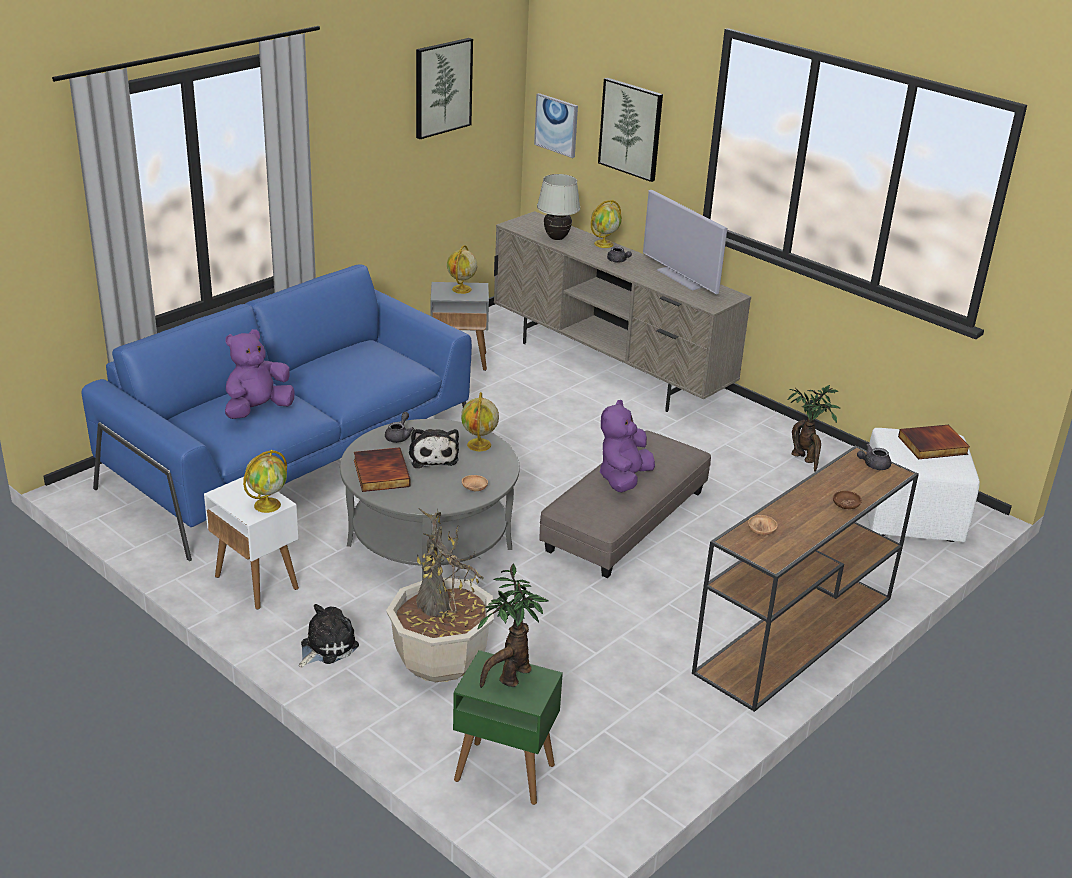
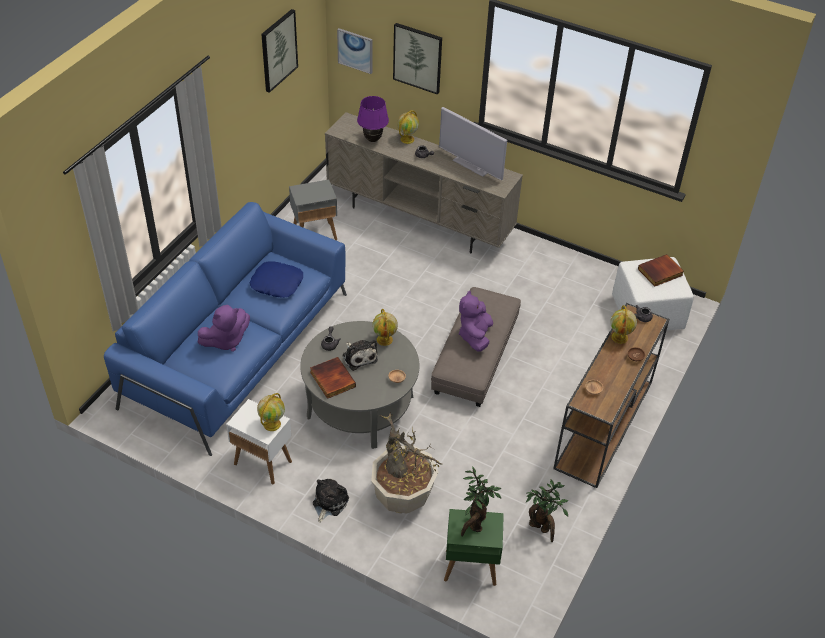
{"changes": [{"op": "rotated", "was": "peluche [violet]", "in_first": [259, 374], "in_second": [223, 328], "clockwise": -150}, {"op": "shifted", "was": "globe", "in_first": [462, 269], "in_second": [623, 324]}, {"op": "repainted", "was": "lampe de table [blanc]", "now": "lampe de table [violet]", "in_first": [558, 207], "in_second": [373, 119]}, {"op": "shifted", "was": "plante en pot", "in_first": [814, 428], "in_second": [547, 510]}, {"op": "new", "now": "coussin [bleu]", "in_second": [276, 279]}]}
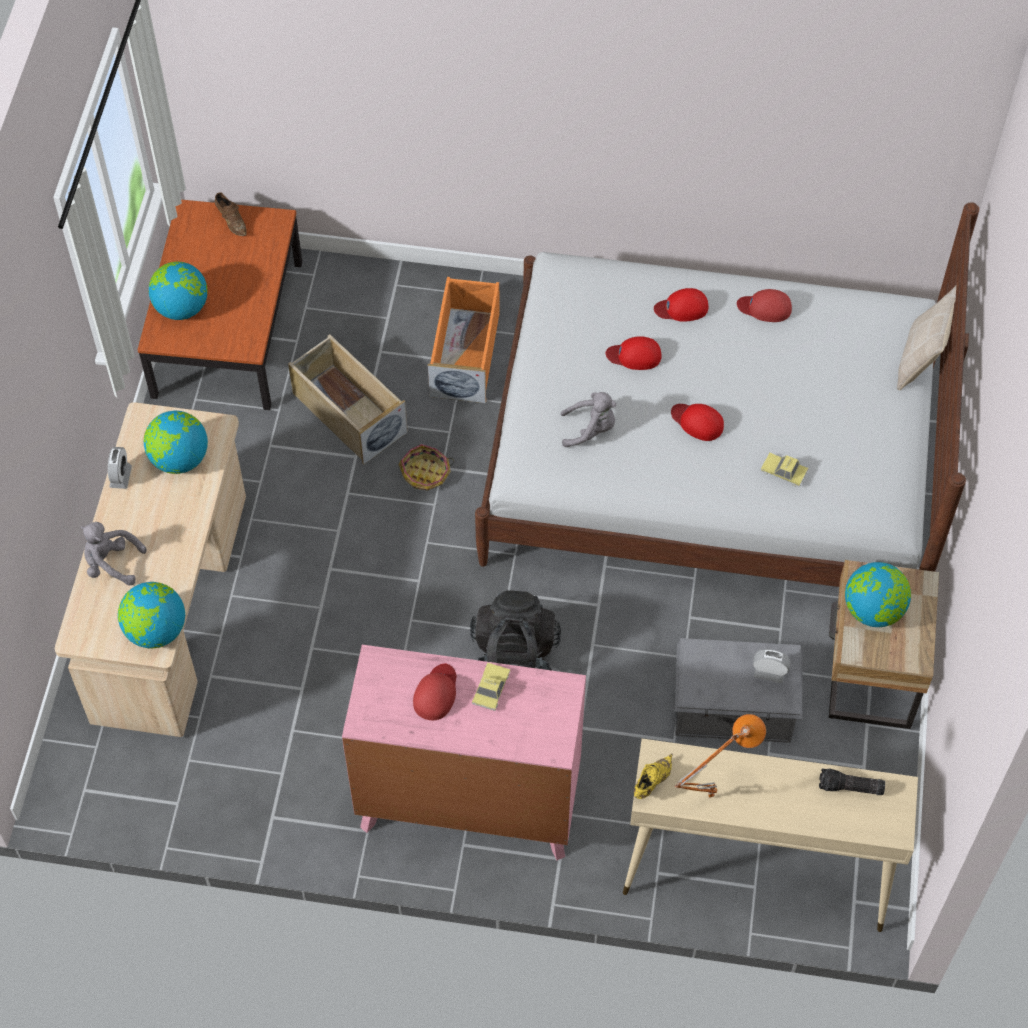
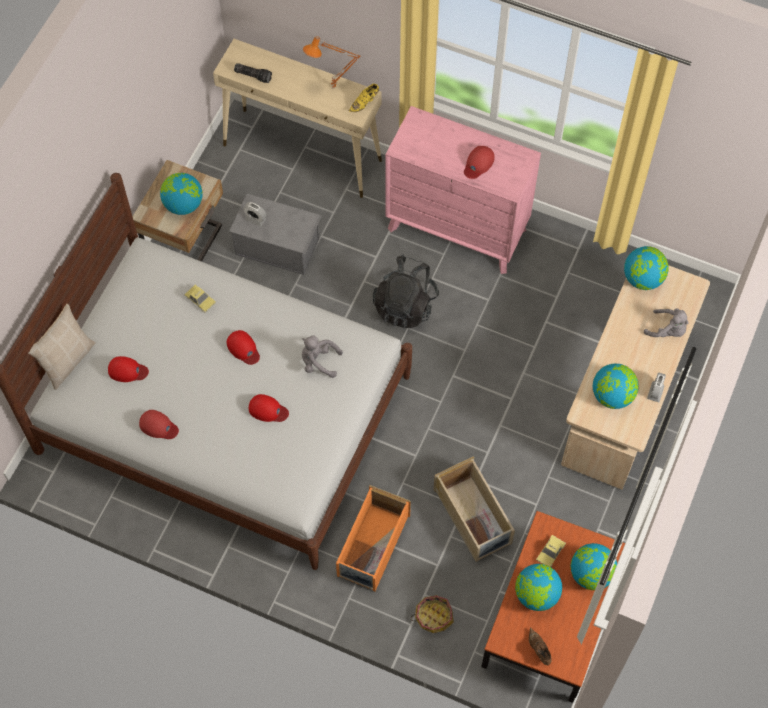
{"changes": [{"op": "shifted", "was": "panier", "in_first": [426, 467], "in_second": [432, 614]}, {"op": "shifted", "was": "petite voiture", "in_first": [491, 686], "in_second": [551, 551]}, {"op": "shifted", "was": "casquette [rouge]", "in_first": [681, 305], "in_second": [128, 369]}, {"op": "new", "now": "globe", "in_second": [538, 587]}]}
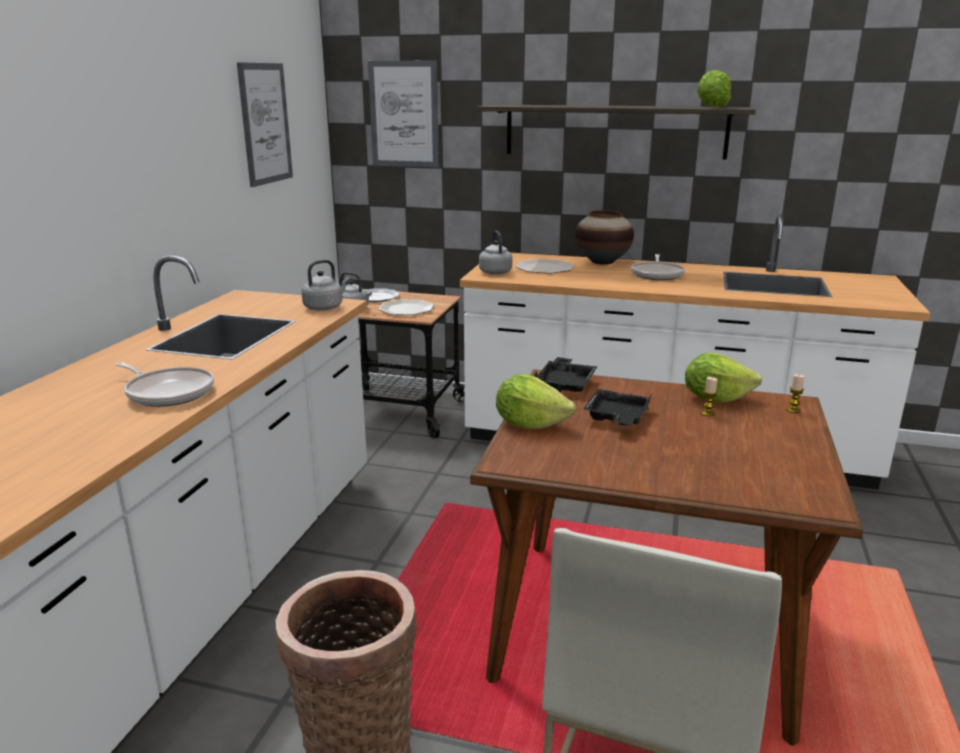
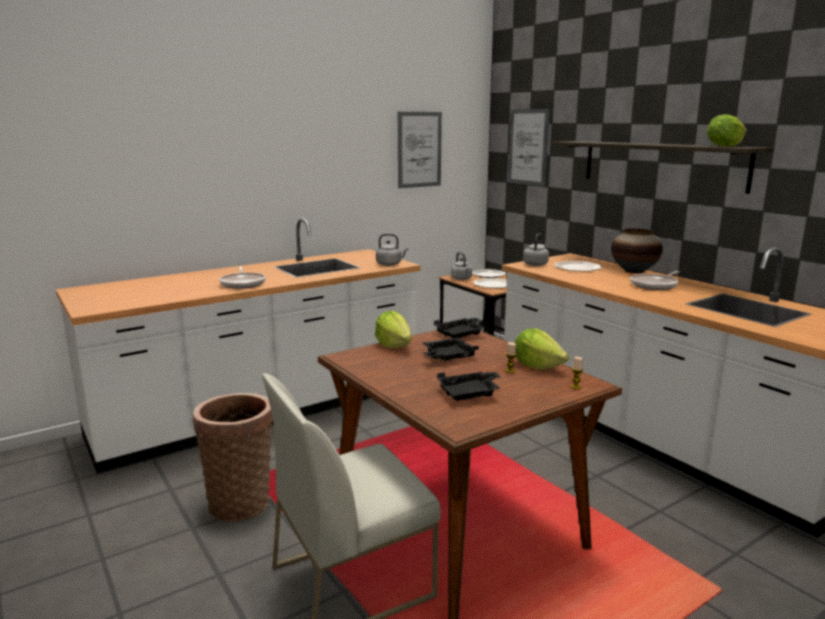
{"changes": [{"op": "new", "now": "plateau [noir]", "in_second": [468, 386]}]}
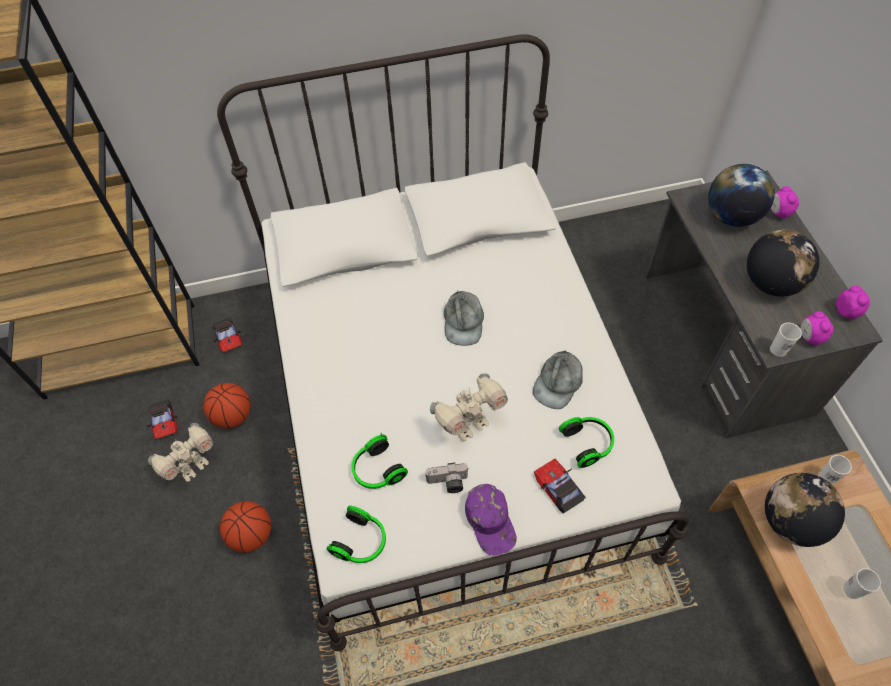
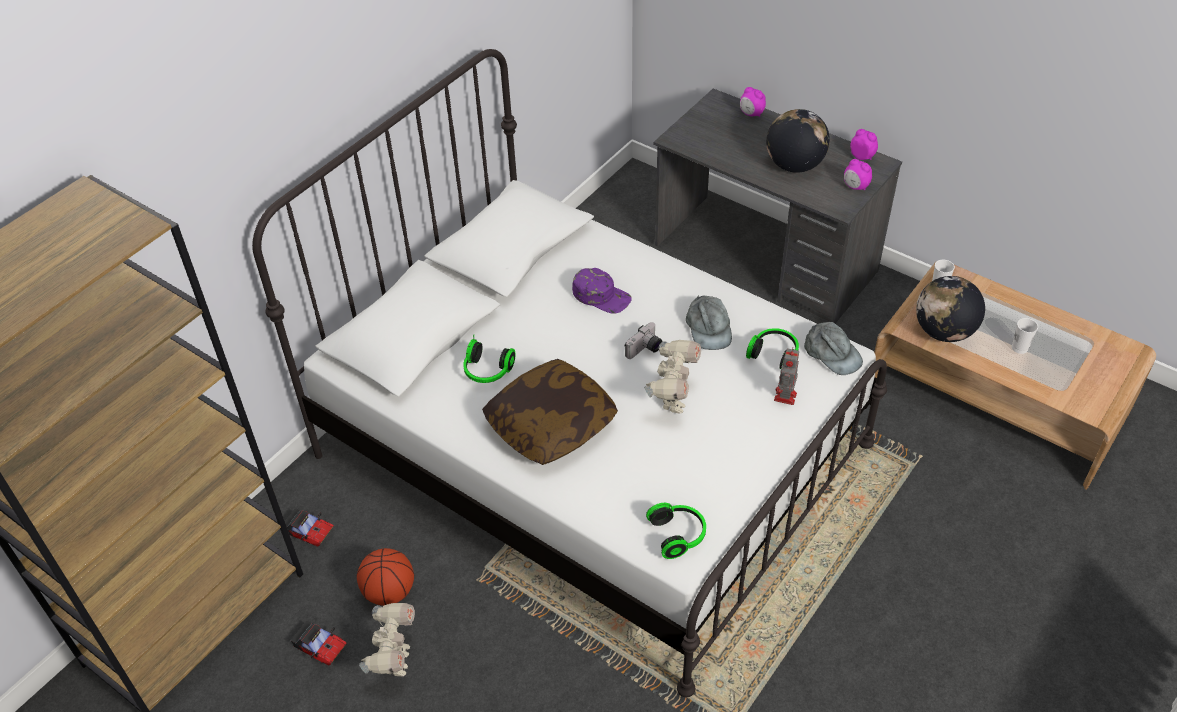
{"changes": [{"op": "gone", "was": "ballon de basket", "in_first": [245, 527]}, {"op": "shifted", "was": "casque audio", "in_first": [379, 461], "in_second": [489, 358]}, {"op": "shifted", "was": "appareil photo", "in_first": [447, 478], "in_second": [644, 340]}, {"op": "shifted", "was": "casquette [gris]", "in_first": [464, 318], "in_second": [833, 348]}, {"op": "shifted", "was": "casquette [violet]", "in_first": [491, 519], "in_second": [602, 291]}, {"op": "swapped", "was": "petite voiture", "now": "robot jouet", "in_first": [560, 486], "in_second": [786, 376]}, {"op": "gone", "was": "globe", "in_first": [741, 195]}, {"op": "gone", "was": "tasse [blanc]", "in_first": [786, 340]}, {"op": "new", "now": "coussin", "in_second": [550, 412]}]}
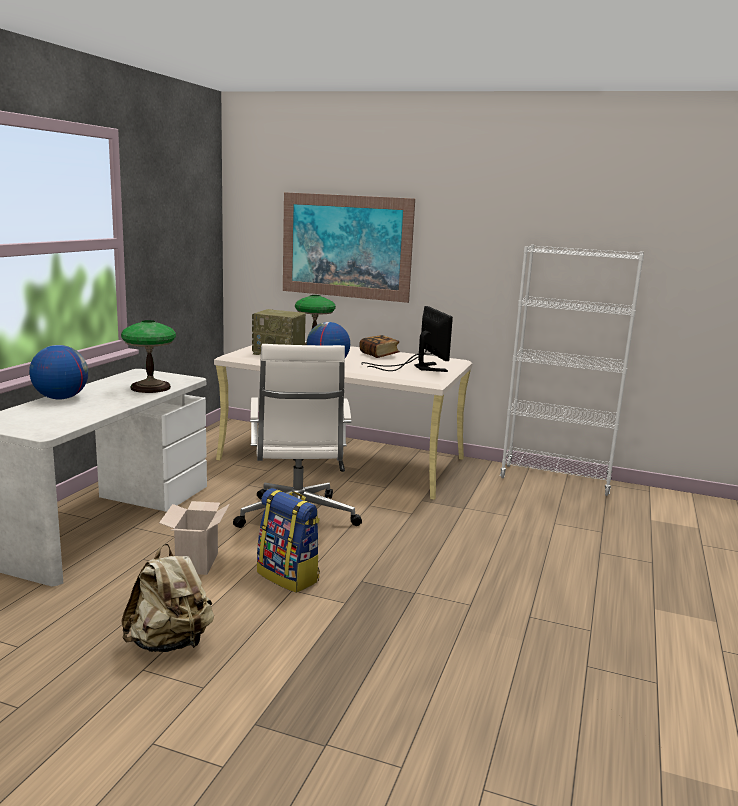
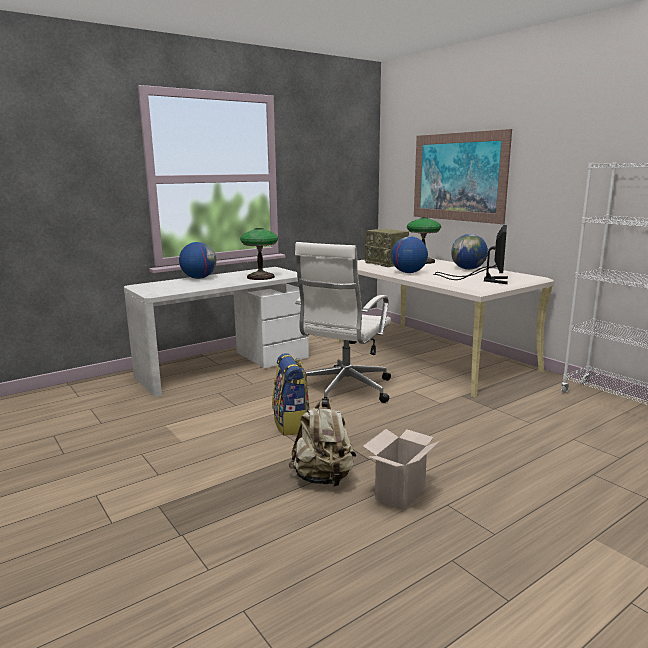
{"changes": [{"op": "shifted", "was": "sac à dos [beige]", "in_first": [167, 598], "in_second": [322, 442]}, {"op": "shifted", "was": "carton", "in_first": [194, 538], "in_second": [401, 470]}, {"op": "swapped", "was": "livre", "now": "globe", "in_first": [379, 346], "in_second": [469, 252]}]}
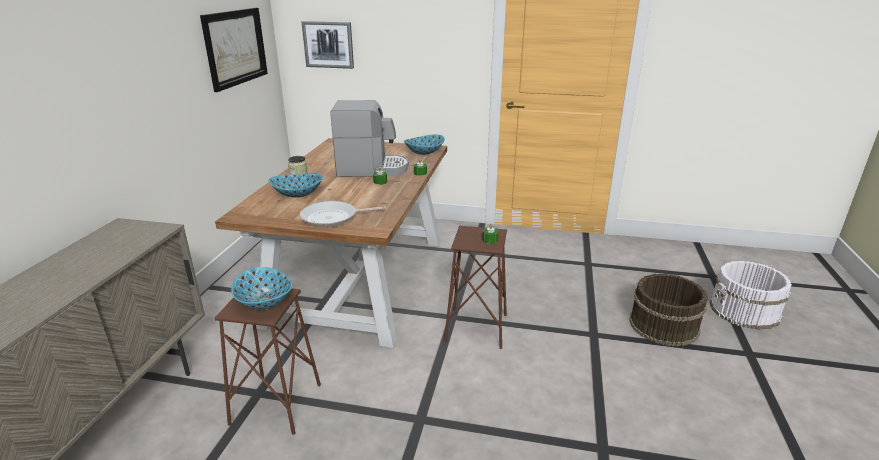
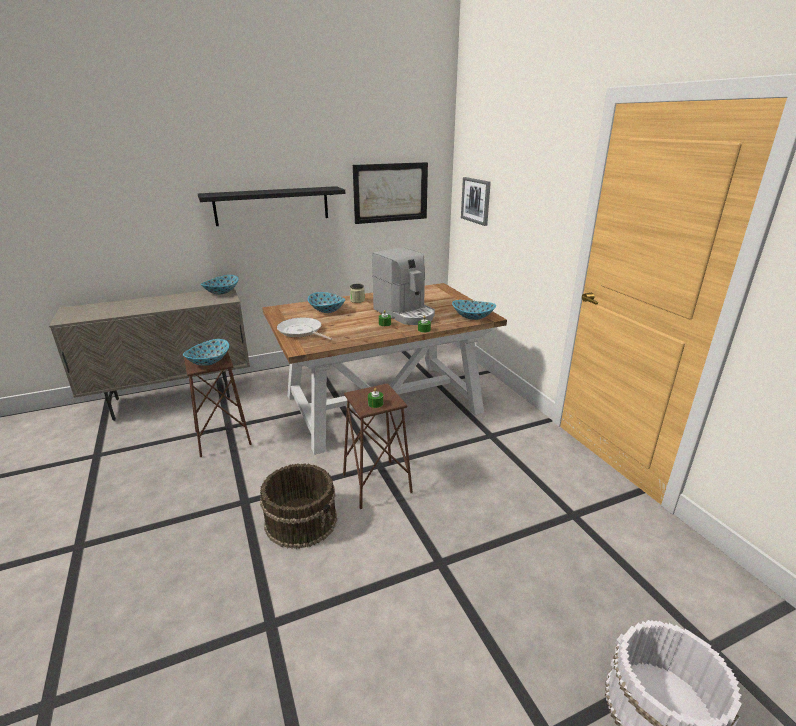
{"changes": [{"op": "shifted", "was": "seau [marron]", "in_first": [668, 309], "in_second": [298, 506]}, {"op": "new", "now": "étagère [noir]", "in_second": [271, 206]}, {"op": "new", "now": "bol", "in_second": [220, 285]}]}
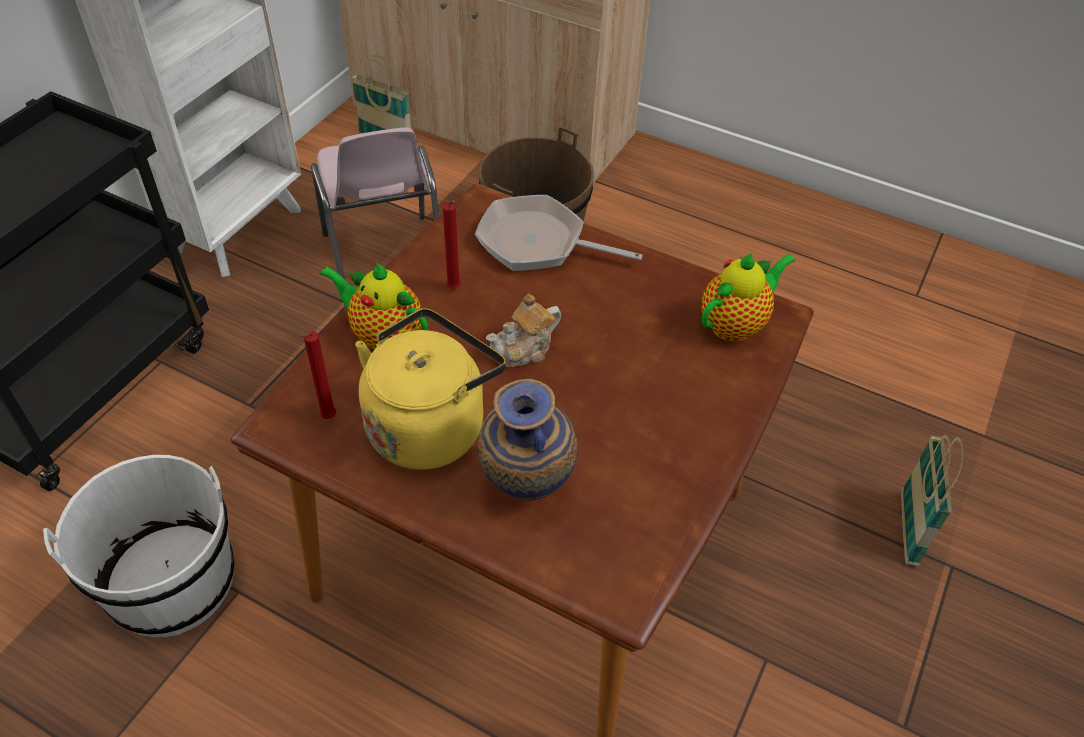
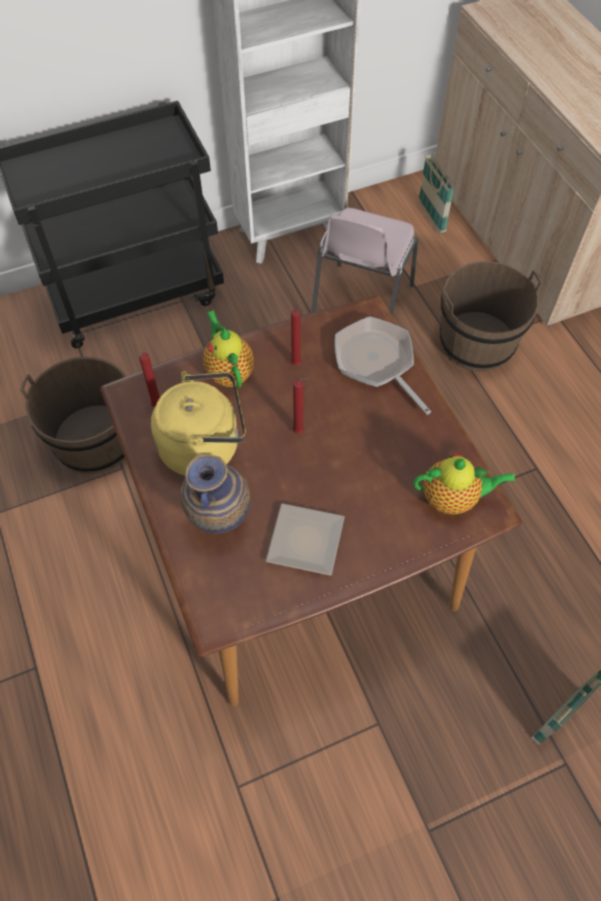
{"changes": [{"op": "repainted", "was": "seau [blanc]", "now": "seau [marron]", "in_first": [138, 546], "in_second": [73, 415]}, {"op": "swapped", "was": "théière", "now": "bougie [rouge]", "in_first": [523, 331], "in_second": [301, 406]}, {"op": "new", "now": "assiette", "in_second": [305, 539]}]}
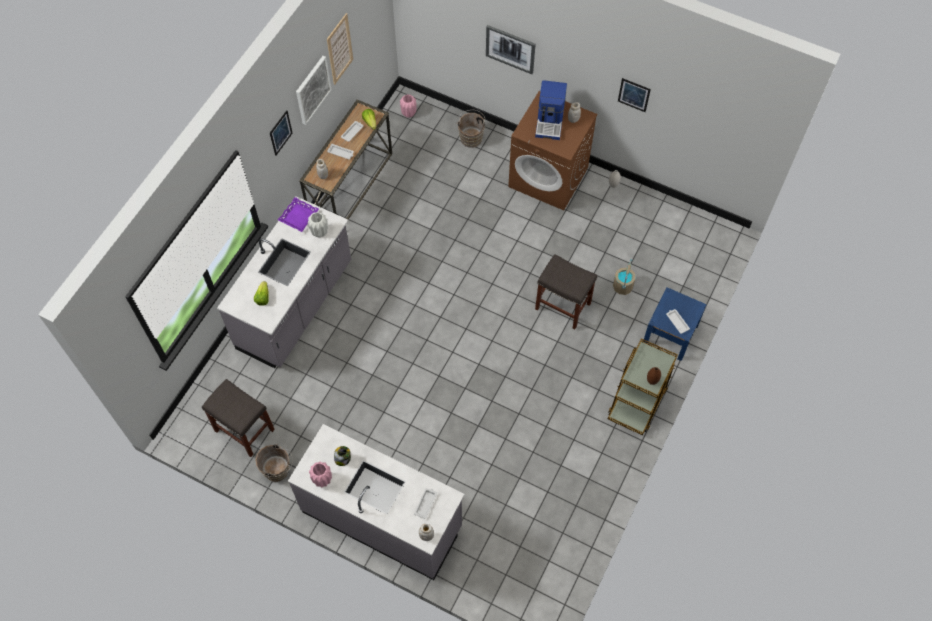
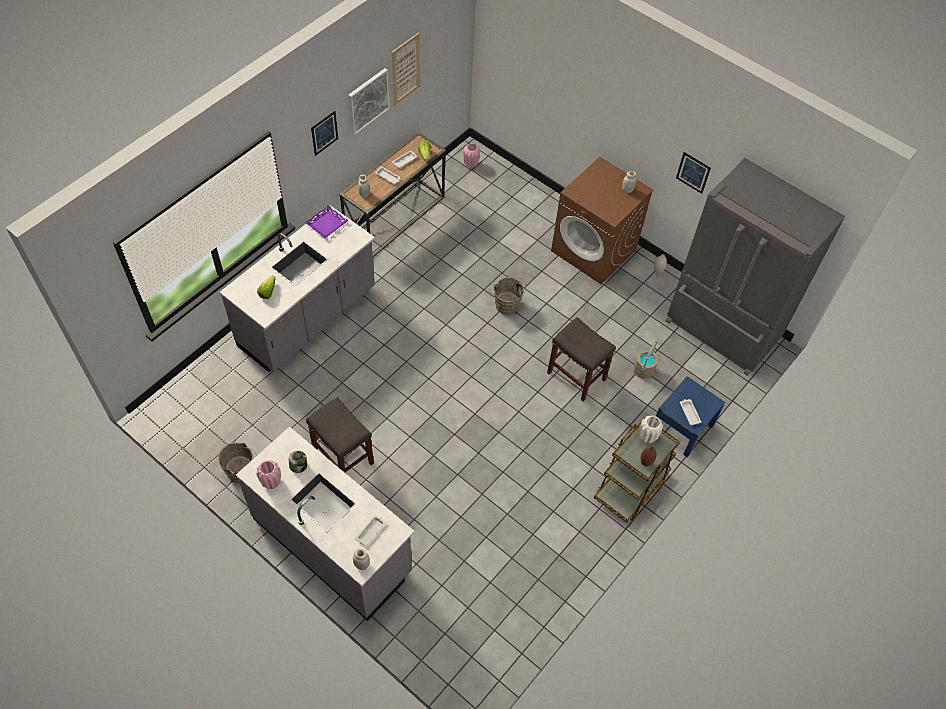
{"changes": [{"op": "shifted", "was": "tabouret [gris]", "in_first": [238, 418], "in_second": [340, 434]}, {"op": "shifted", "was": "vase [blanc]", "in_first": [318, 225], "in_second": [651, 429]}, {"op": "shifted", "was": "seau [marron]", "in_first": [472, 129], "in_second": [509, 294]}, {"op": "gone", "was": "tableau", "in_first": [511, 49]}, {"op": "gone", "was": "machine à café", "in_first": [551, 110]}, {"op": "new", "now": "réfrigérateur [gris]", "in_second": [755, 267]}]}
